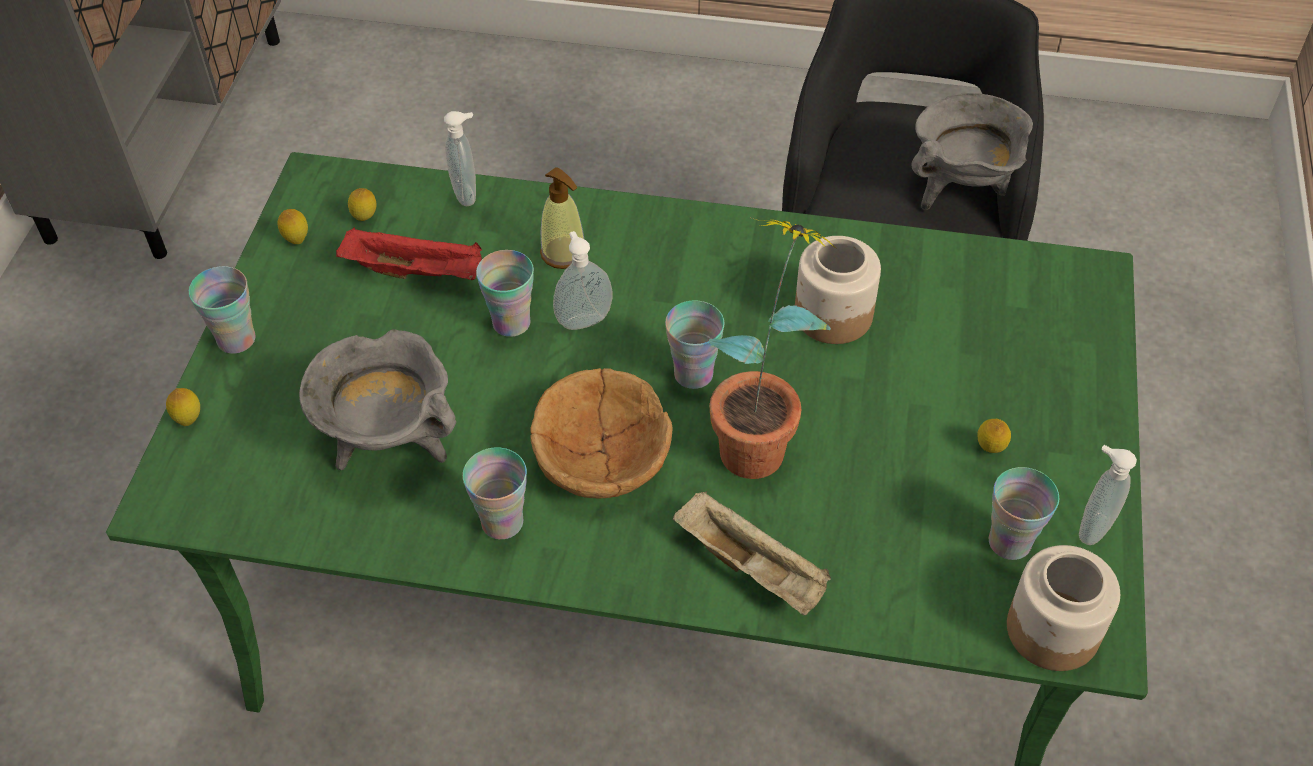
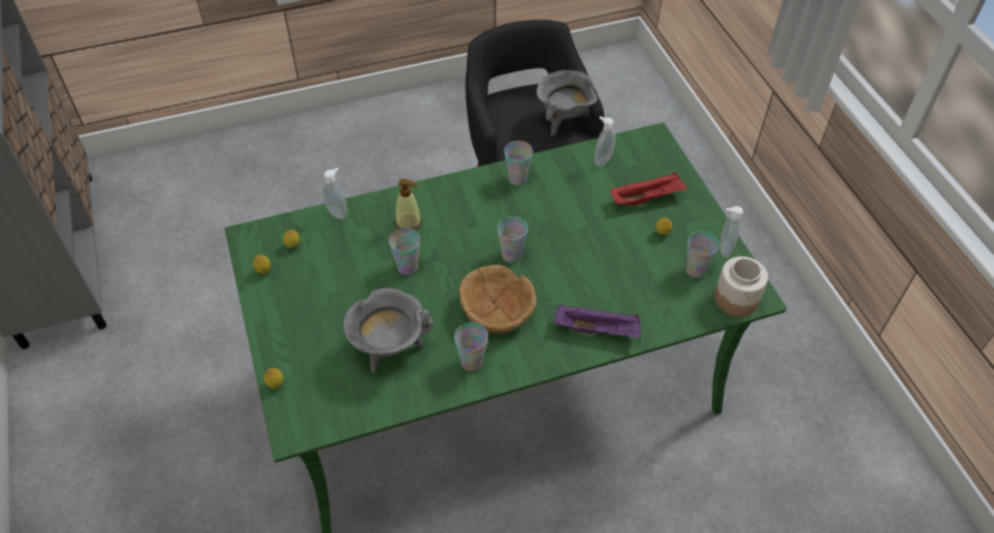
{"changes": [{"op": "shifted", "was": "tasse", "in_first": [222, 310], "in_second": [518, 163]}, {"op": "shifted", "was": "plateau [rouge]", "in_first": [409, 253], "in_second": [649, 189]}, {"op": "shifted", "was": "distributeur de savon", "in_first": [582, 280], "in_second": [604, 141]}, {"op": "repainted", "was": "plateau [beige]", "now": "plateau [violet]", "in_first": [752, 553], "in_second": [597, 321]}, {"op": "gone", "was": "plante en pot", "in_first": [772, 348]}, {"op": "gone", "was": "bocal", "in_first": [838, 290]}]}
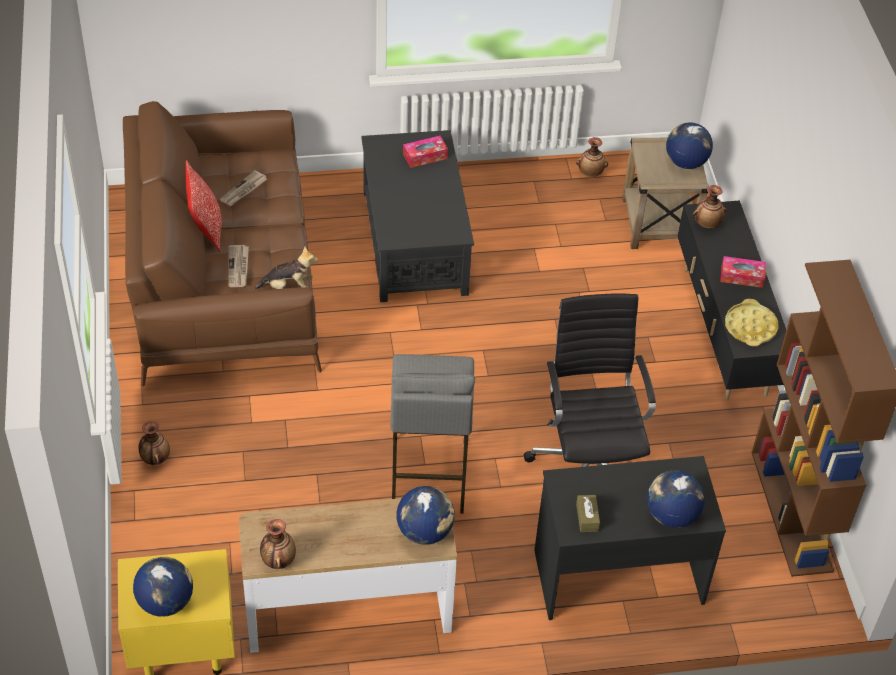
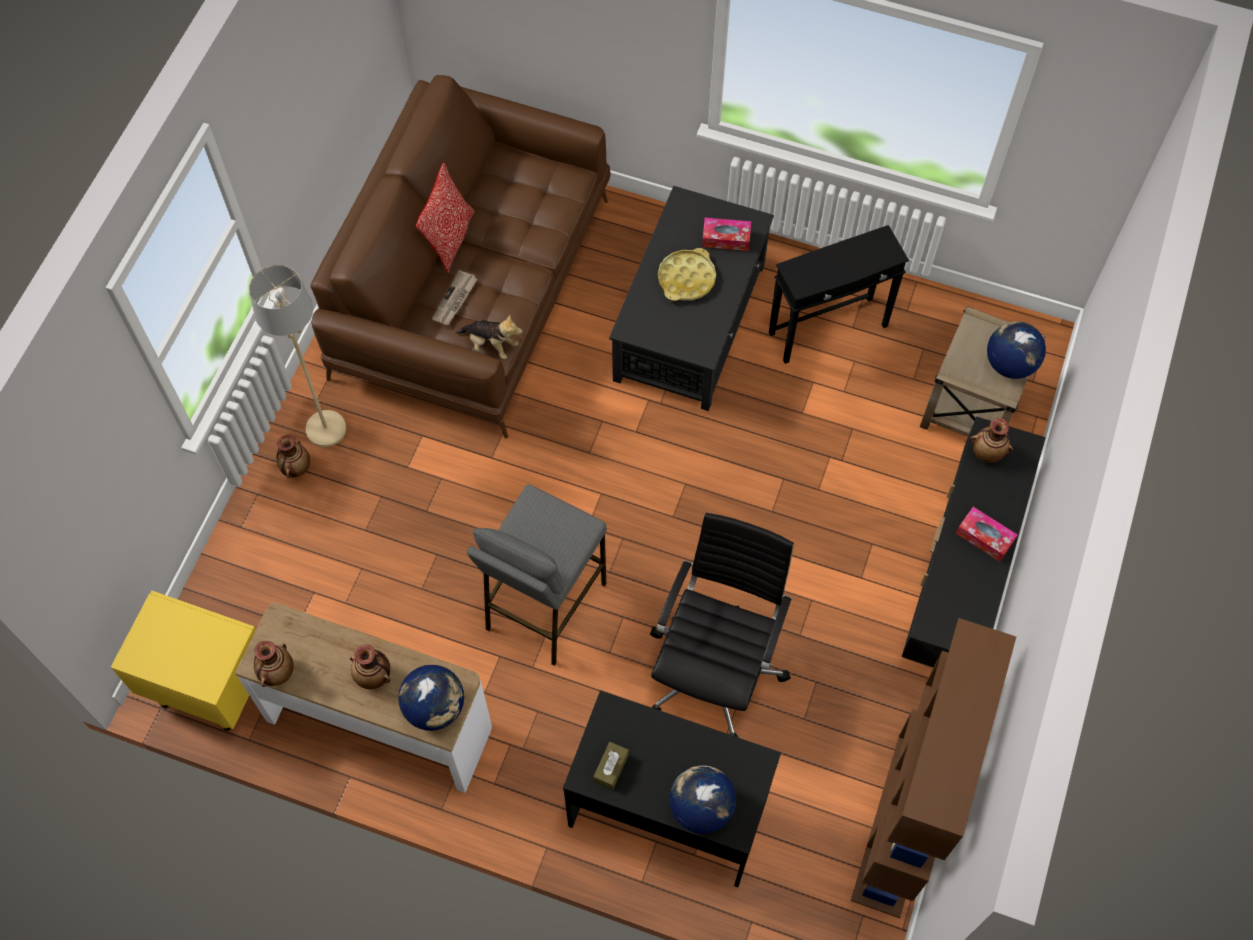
{"changes": [{"op": "gone", "was": "globe", "in_first": [163, 587]}, {"op": "gone", "was": "journal", "in_first": [243, 188]}, {"op": "shifted", "was": "vase", "in_first": [592, 157], "in_second": [370, 667]}, {"op": "shifted", "was": "plateau [jaune]", "in_first": [752, 322], "in_second": [687, 274]}, {"op": "new", "now": "lampadaire [beige]", "in_second": [297, 356]}, {"op": "new", "now": "table d'appoint [noir]", "in_second": [839, 294]}]}
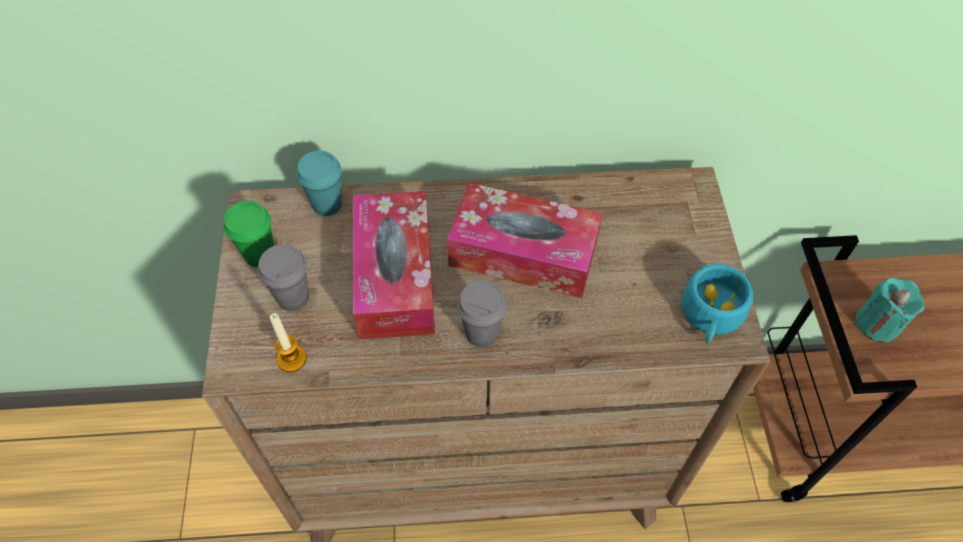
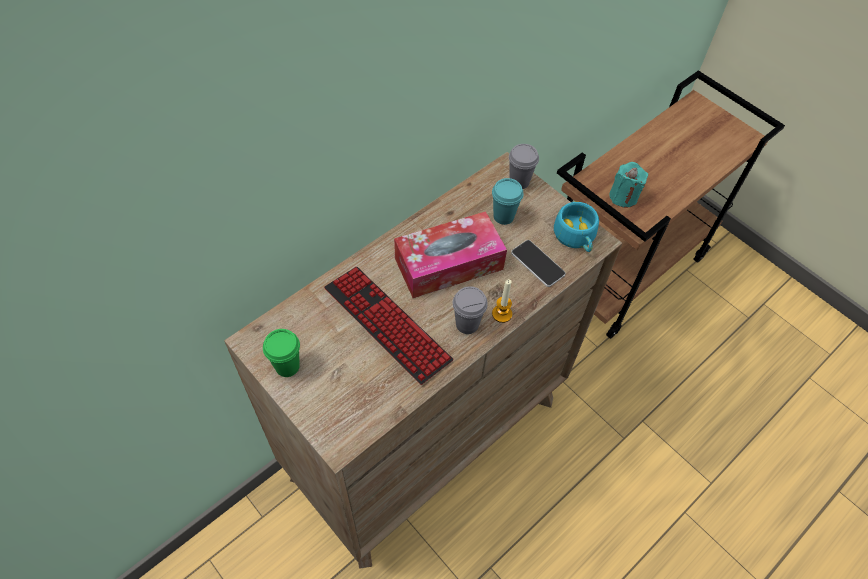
{"changes": [{"op": "shifted", "was": "tasse [gris]", "in_first": [283, 277], "in_second": [524, 166]}, {"op": "shifted", "was": "bougie", "in_first": [288, 342], "in_second": [502, 301]}, {"op": "shifted", "was": "tasse [turquoise]", "in_first": [319, 183], "in_second": [507, 201]}, {"op": "swapped", "was": "boîte à mouchoirs", "now": "clavier", "in_first": [394, 265], "in_second": [388, 326]}, {"op": "new", "now": "téléphone", "in_second": [538, 263]}]}
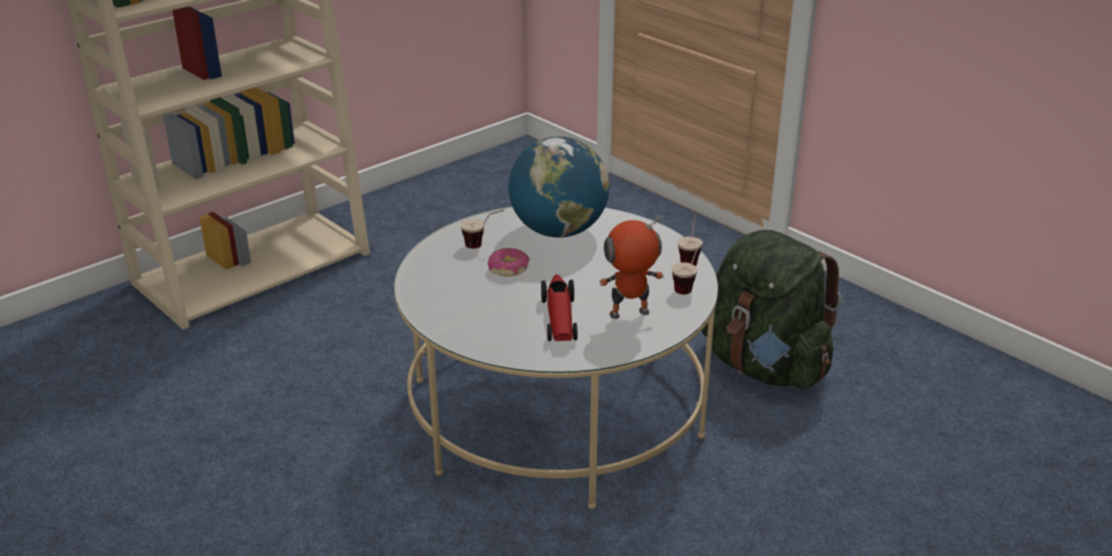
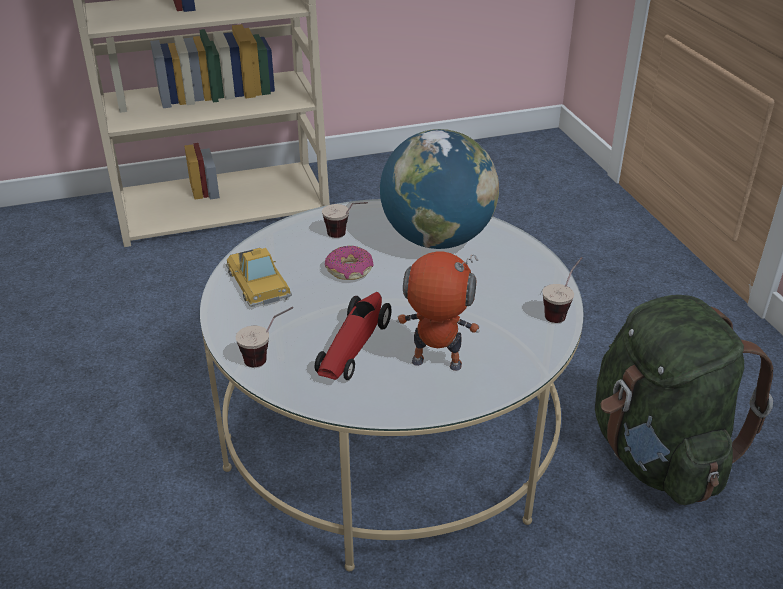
{"changes": [{"op": "shifted", "was": "tasse", "in_first": [689, 268], "in_second": [264, 337]}, {"op": "new", "now": "petite voiture", "in_second": [259, 277]}]}
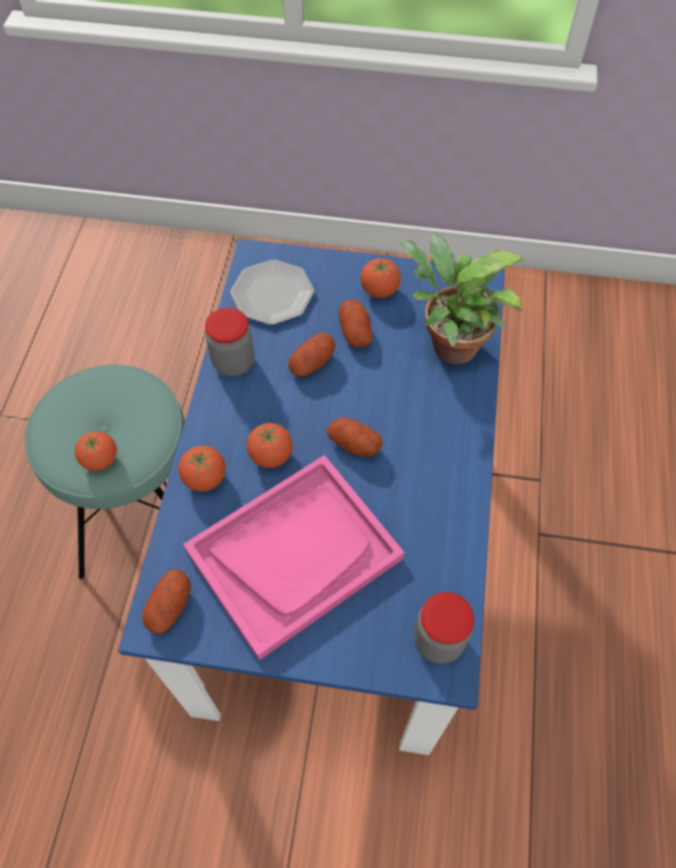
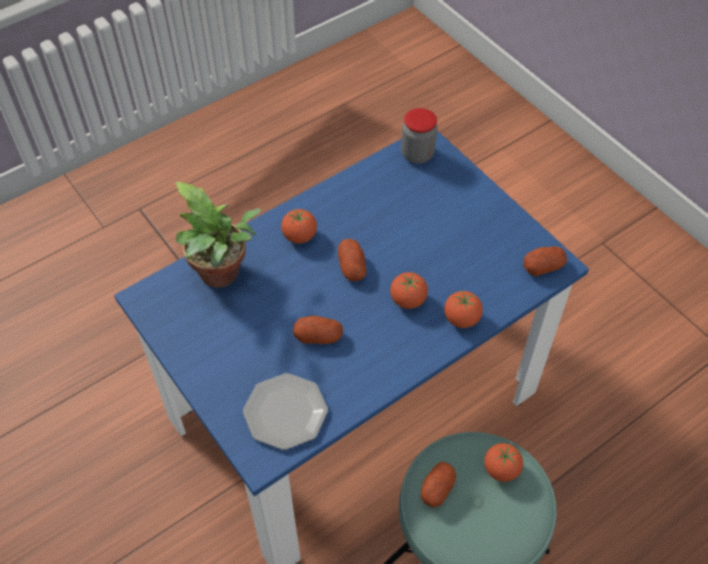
{"changes": [{"op": "gone", "was": "plateau [rose]", "in_first": [294, 557]}, {"op": "gone", "was": "bocal", "in_first": [229, 342]}, {"op": "shifted", "was": "pomme de terre", "in_first": [355, 323], "in_second": [438, 484]}, {"op": "shifted", "was": "tomate", "in_first": [381, 278], "in_second": [299, 226]}]}
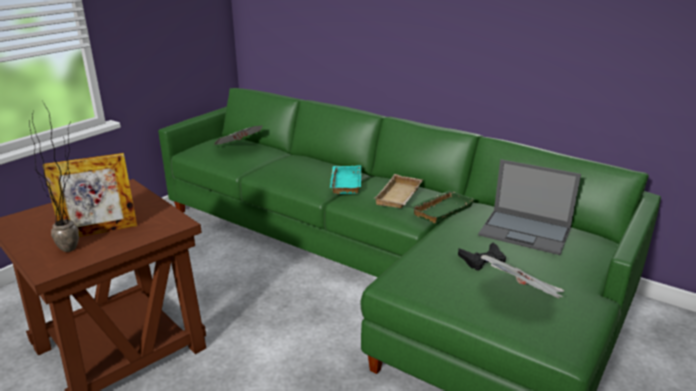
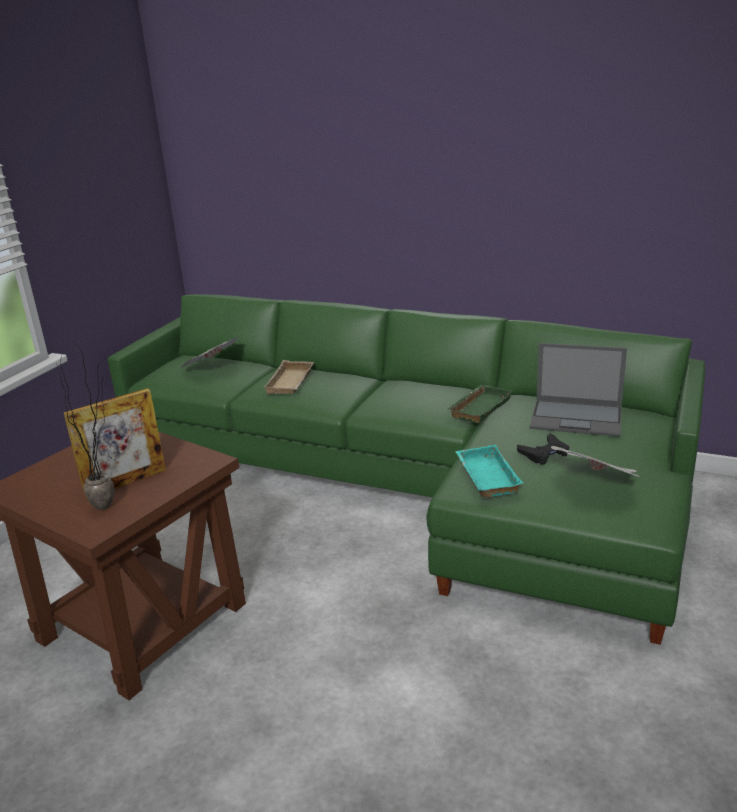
{"changes": [{"op": "shifted", "was": "plateau [turquoise]", "in_first": [345, 180], "in_second": [489, 471]}, {"op": "shifted", "was": "plateau [beige]", "in_first": [399, 191], "in_second": [289, 377]}]}
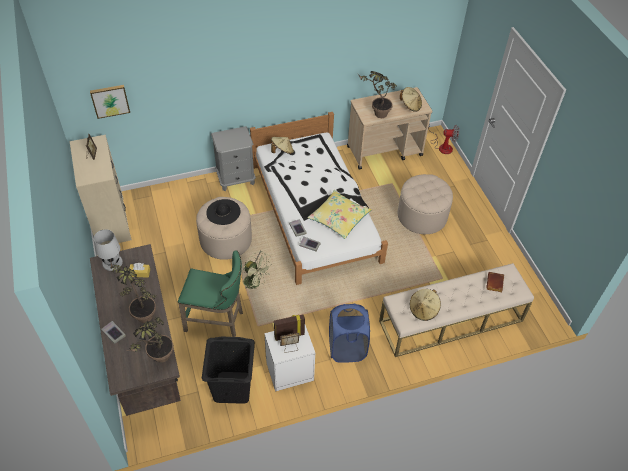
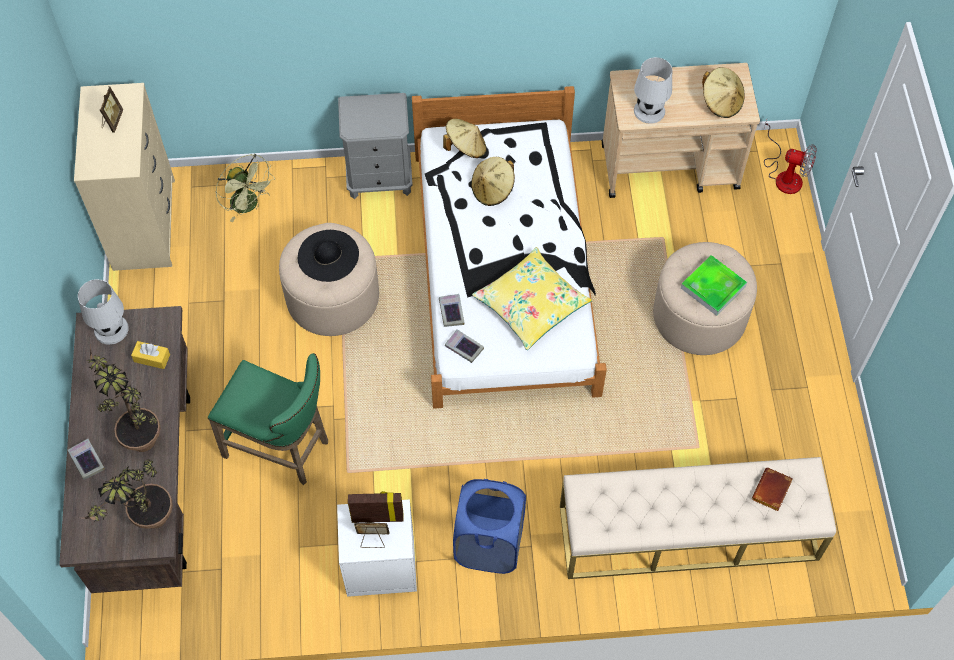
{"changes": [{"op": "gone", "was": "tableau", "in_first": [110, 102]}, {"op": "gone", "was": "panier à linge [noir]", "in_first": [228, 370]}, {"op": "shifted", "was": "ventilateur [vert]", "in_first": [257, 273], "in_second": [244, 188]}, {"op": "swapped", "was": "plante en pot", "now": "lampe de table [blanc]", "in_first": [377, 94], "in_second": [653, 90]}, {"op": "shifted", "was": "chapeau [beige]", "in_first": [425, 305], "in_second": [493, 181]}, {"op": "new", "now": "plateau", "in_second": [714, 285]}]}
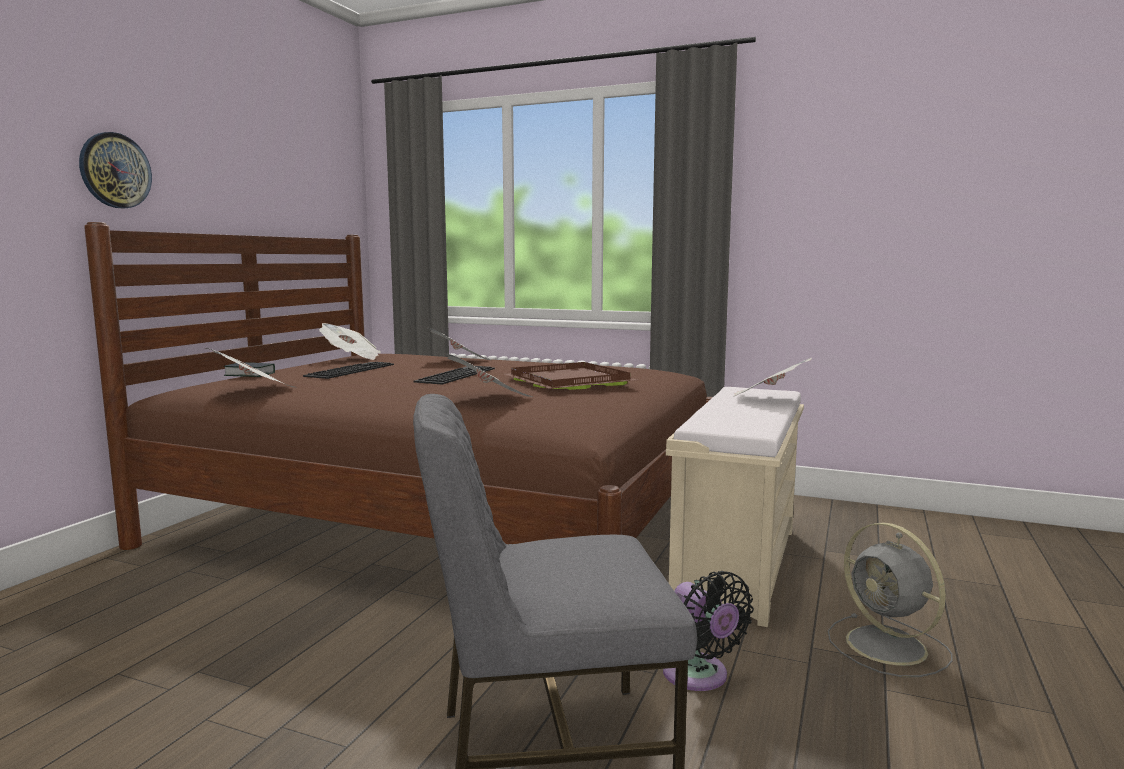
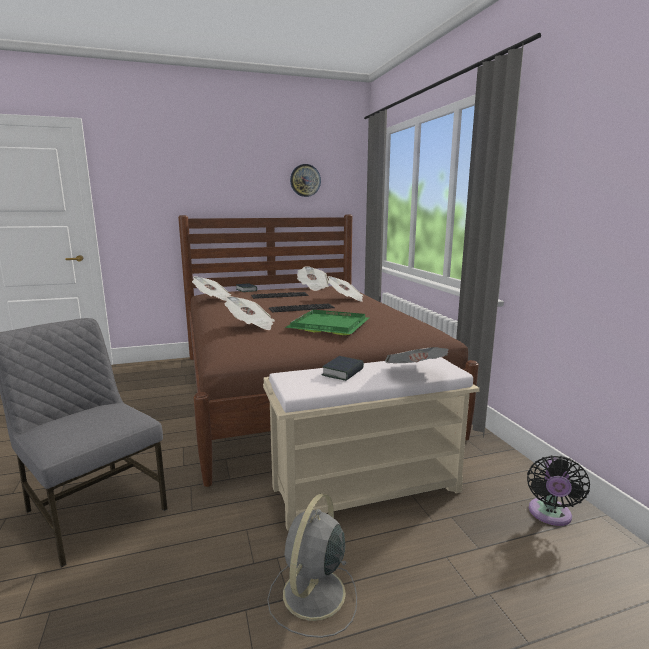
{"changes": [{"op": "shifted", "was": "horloge murale", "in_first": [115, 170], "in_second": [305, 180]}, {"op": "repainted", "was": "plateau [marron]", "now": "plateau [vert]", "in_first": [571, 376], "in_second": [327, 322]}, {"op": "shifted", "was": "ventilateur [noir]", "in_first": [708, 631], "in_second": [558, 490]}, {"op": "new", "now": "livre", "in_second": [342, 368]}]}
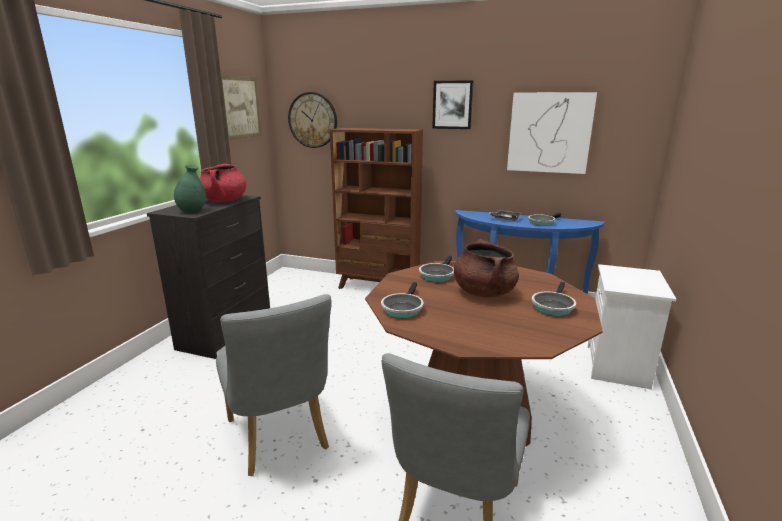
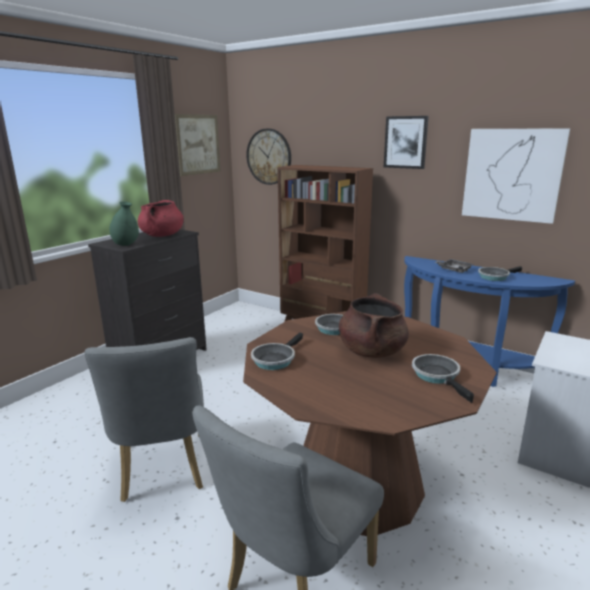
{"changes": [{"op": "rotated", "was": "poêle", "in_first": [554, 299], "in_second": [443, 378], "clockwise": 120}]}
